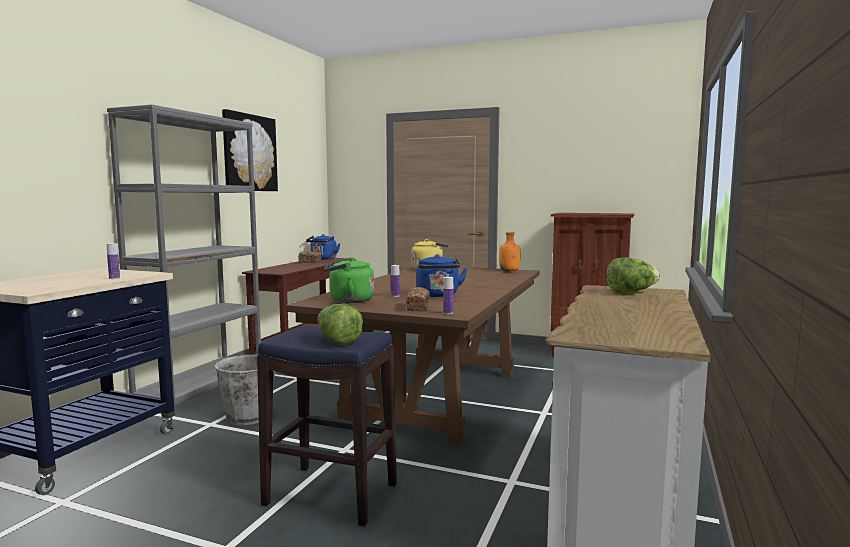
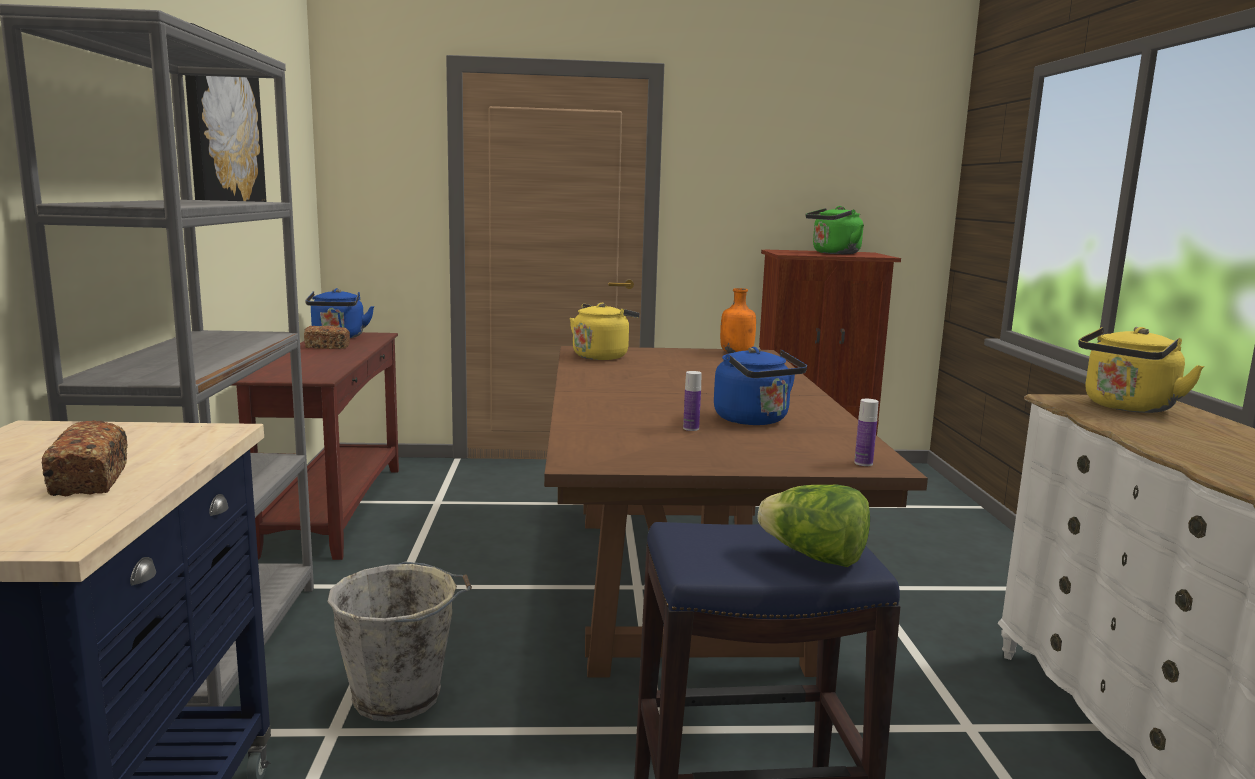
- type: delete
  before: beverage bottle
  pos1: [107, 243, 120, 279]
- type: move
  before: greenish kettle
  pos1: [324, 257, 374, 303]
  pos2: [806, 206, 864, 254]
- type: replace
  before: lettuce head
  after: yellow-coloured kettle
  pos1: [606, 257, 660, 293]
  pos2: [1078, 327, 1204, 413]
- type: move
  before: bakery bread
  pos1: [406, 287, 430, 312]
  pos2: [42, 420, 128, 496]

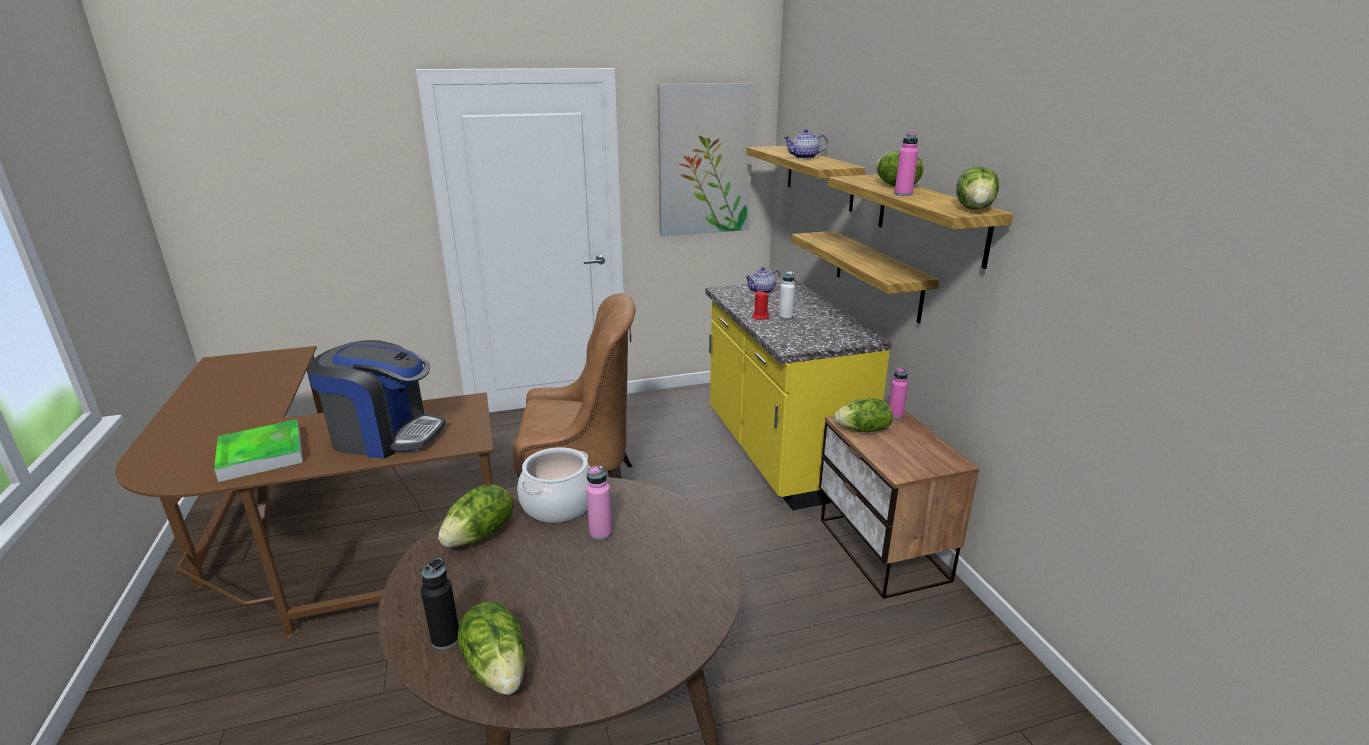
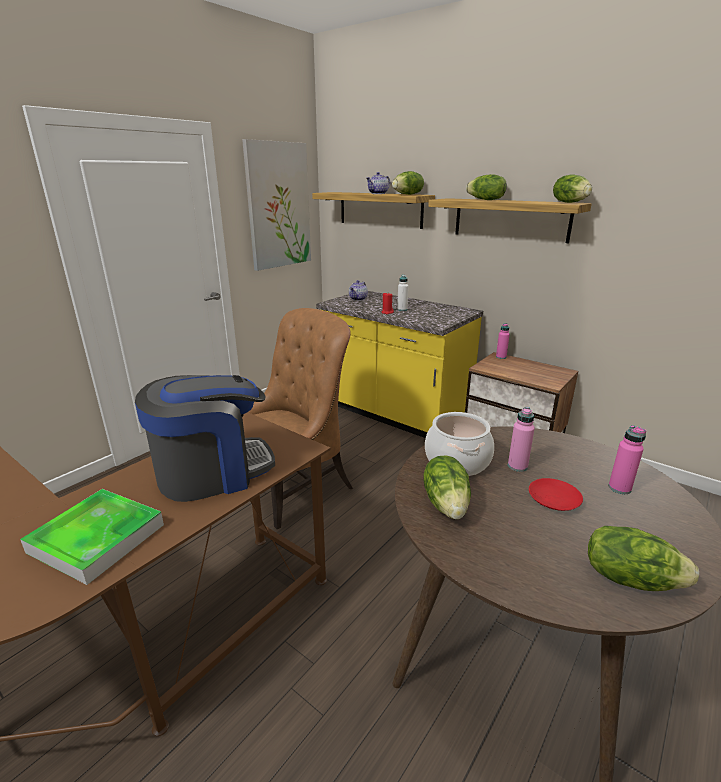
- type: move
  before: pinkish beverage bottle
  pos1: [894, 132, 918, 196]
  pos2: [609, 425, 646, 494]
- type: delete
  before: wall shelf
  pos1: [792, 231, 940, 323]
- type: move
  before: lettuce head
  pos1: [834, 398, 893, 432]
  pos2: [392, 171, 424, 195]
- type: delete
  before: black-coloured beverage bottle
  pos1: [421, 558, 459, 650]
- type: insert
  after: reddish flat dish
  pos2: [529, 478, 583, 511]

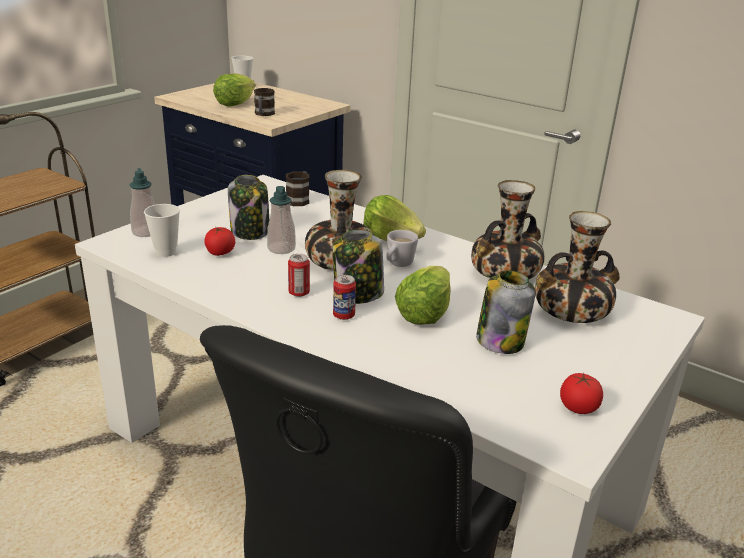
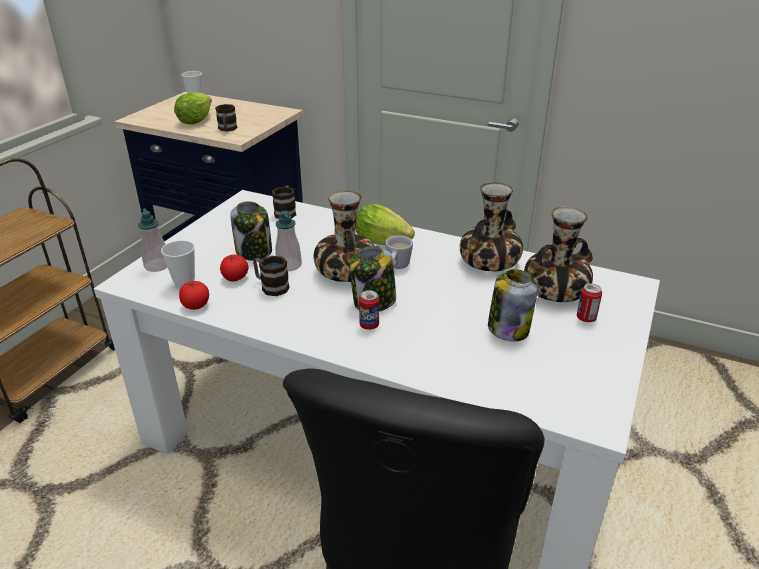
- type: move
  before: metal can
  pos1: [288, 254, 310, 297]
  pos2: [577, 283, 602, 322]
- type: delete
  before: lettuce head
  pos1: [395, 266, 451, 325]
- type: move
  before: tomato
  pos1: [560, 373, 603, 414]
  pos2: [179, 281, 209, 310]
- type: insert
  after: coffee mug
  pos2: [253, 256, 290, 296]

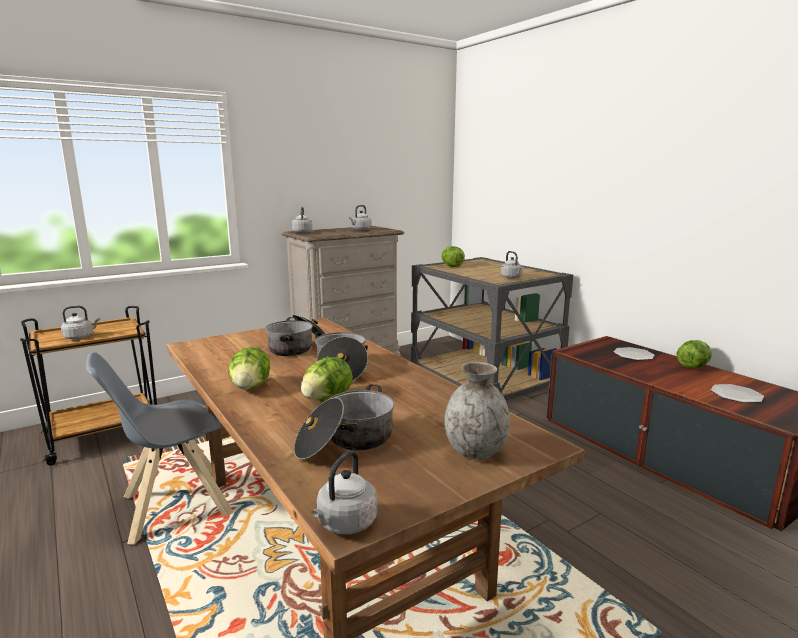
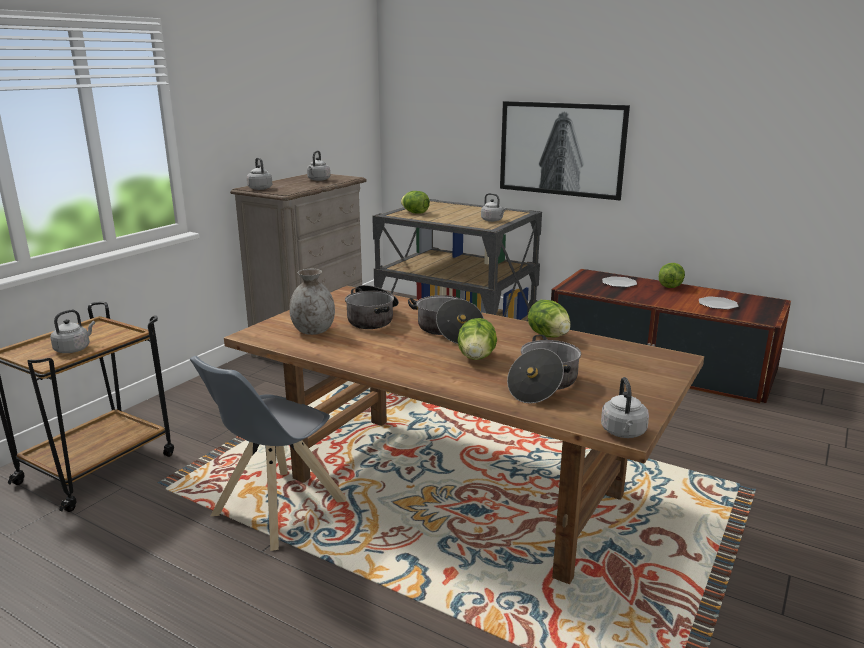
- type: move
  before: lettuce head
  pos1: [228, 347, 270, 390]
  pos2: [528, 300, 571, 337]
- type: move
  before: grey vase
  pos1: [444, 362, 510, 459]
  pos2: [289, 269, 335, 335]
- type: insert
  after: wall art
  pos2: [500, 101, 630, 200]

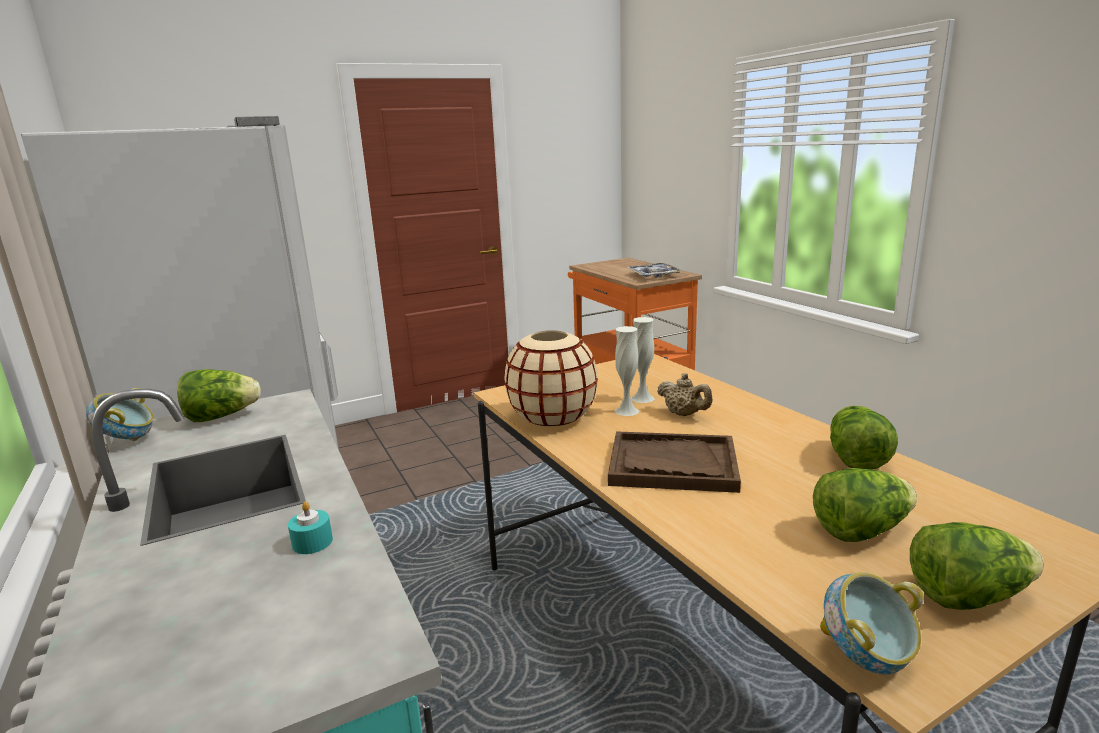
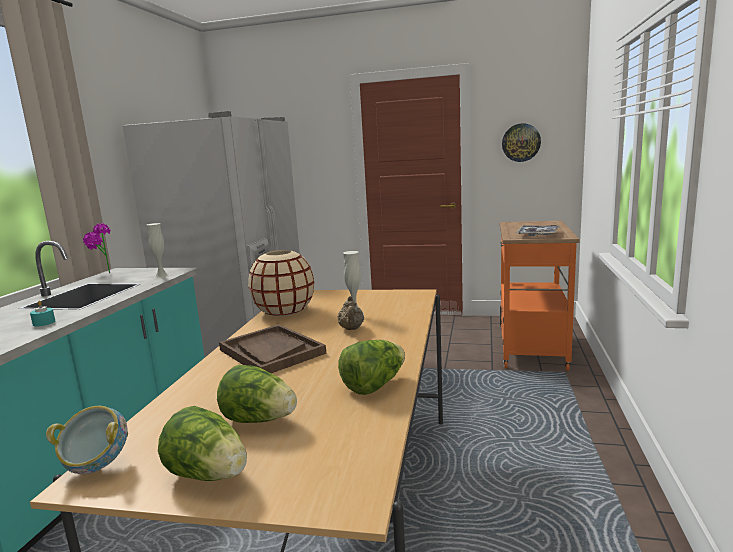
- type: move
  before: whitish vase
  pos1: [615, 326, 639, 416]
  pos2: [147, 223, 170, 279]
- type: delete
  before: lettuce head
  pos1: [178, 369, 261, 422]
- type: replace
  before: serving bowl
  after: potted plant
  pos1: [86, 388, 153, 441]
  pos2: [83, 223, 111, 273]
- type: insert
  after: wall clock
  pos2: [502, 123, 541, 162]

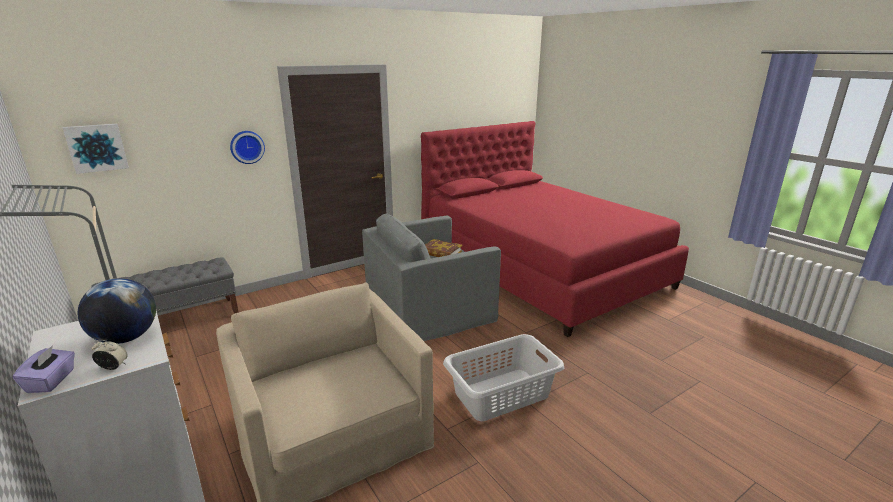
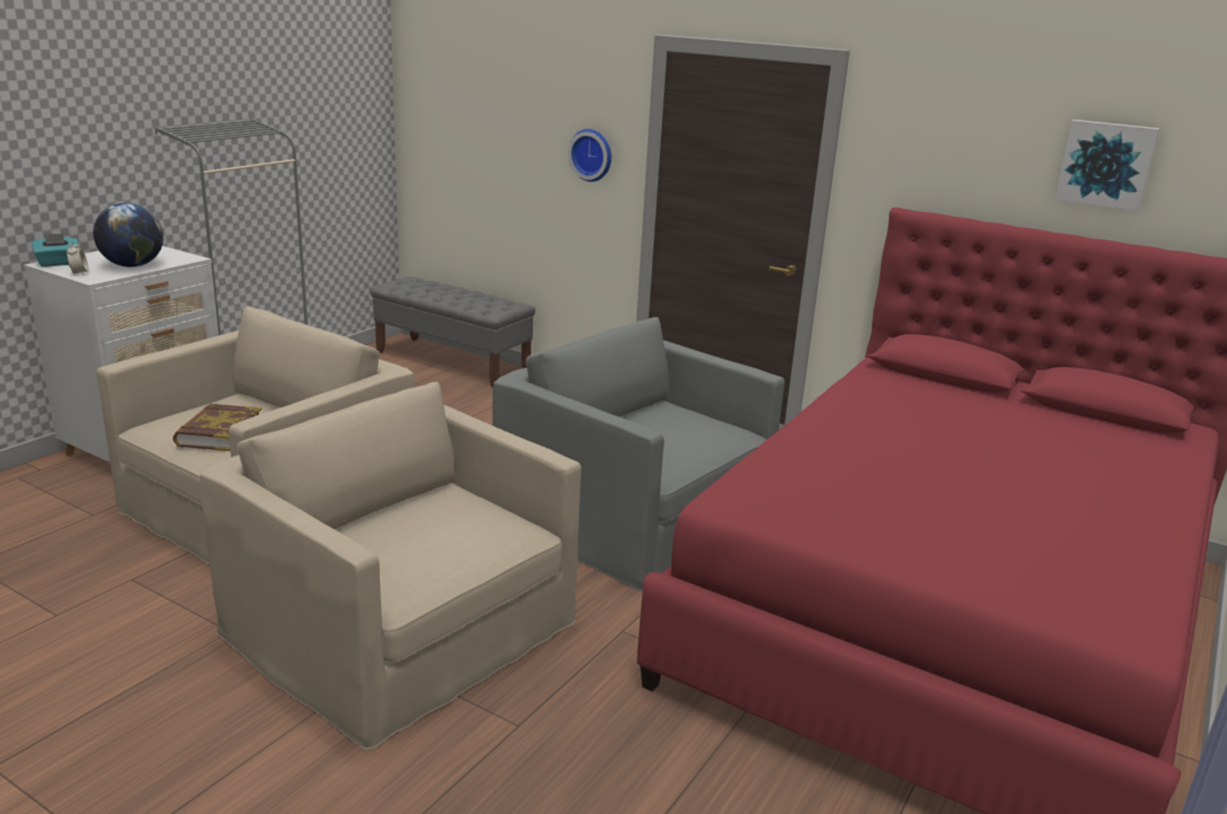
- type: move
  before: wall art
  pos1: [63, 124, 129, 174]
  pos2: [1055, 120, 1160, 211]
- type: move
  before: volume
  pos1: [425, 239, 462, 257]
  pos2: [173, 404, 262, 451]
- type: replace
  before: grey laundry basket
  after: sand-coloured armchair
  pos1: [443, 334, 564, 421]
  pos2: [200, 382, 581, 750]
- type: recolor
  before: purplish tissue holder
  after: blue-green tissue holder
  pos1: [13, 345, 75, 393]
  pos2: [32, 233, 78, 267]

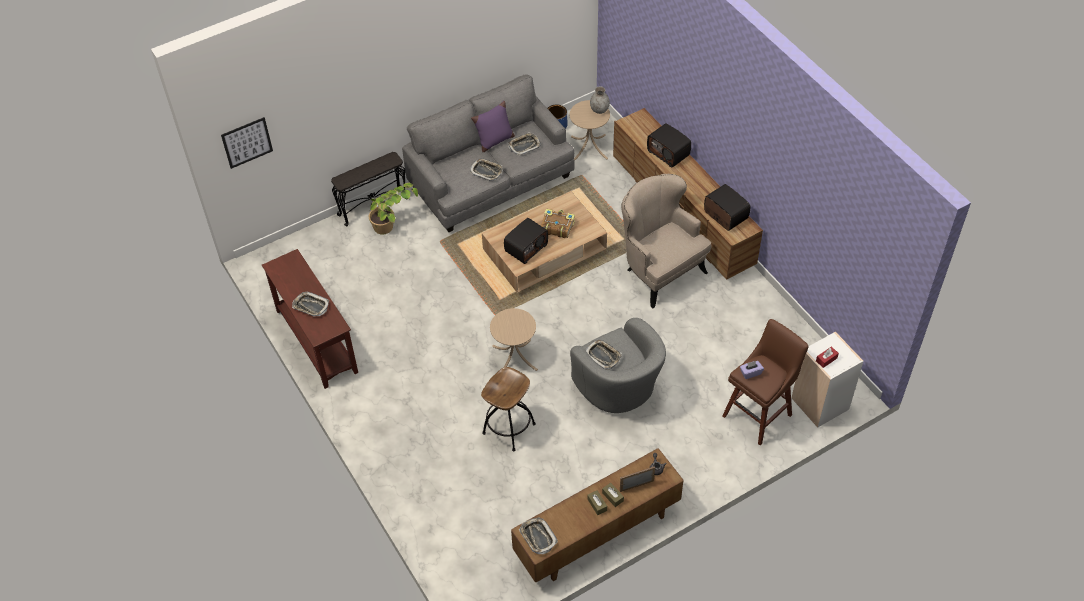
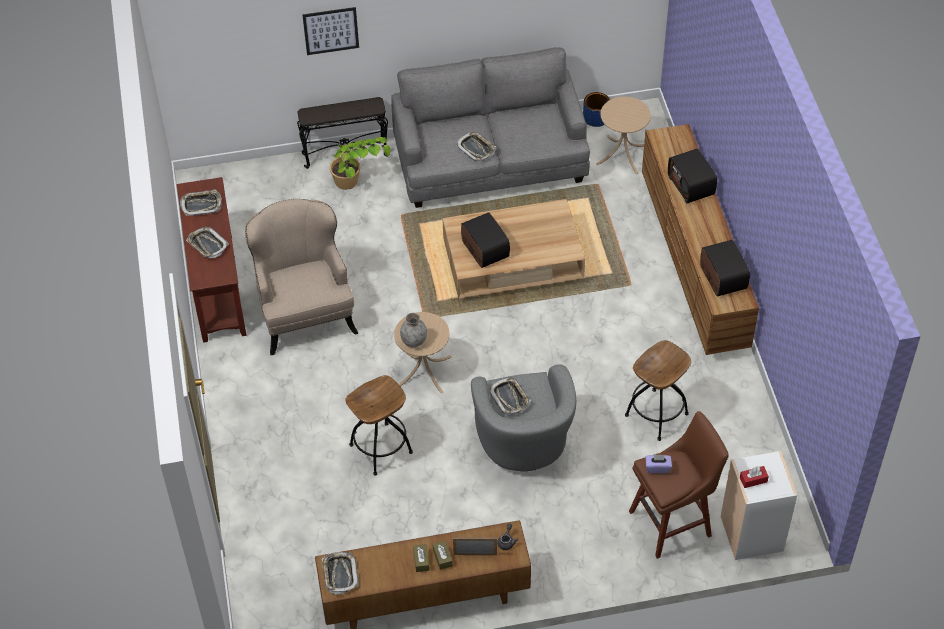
- type: move
  before: grey vase
  pos1: [590, 86, 610, 114]
  pos2: [400, 313, 427, 347]
- type: delete
  before: purplish cushion
  pos1: [471, 101, 515, 152]
- type: move
  before: wall art
  pos1: [221, 117, 273, 169]
  pos2: [302, 7, 359, 55]
- type: move
  before: tray
  pos1: [508, 132, 541, 155]
  pos2: [180, 190, 222, 216]
- type: move
  before: sand-coloured armchair
  pos1: [621, 174, 711, 309]
  pos2: [245, 199, 358, 355]
- type: delete
  before: volume
  pos1: [541, 209, 575, 238]
- type: rotate
  before: radio set
  pos1: [504, 218, 548, 264]
  pos2: [461, 212, 510, 268]
  turn: -90
- type: insert
  after: brownish stool seat
  pos2: [625, 340, 691, 441]

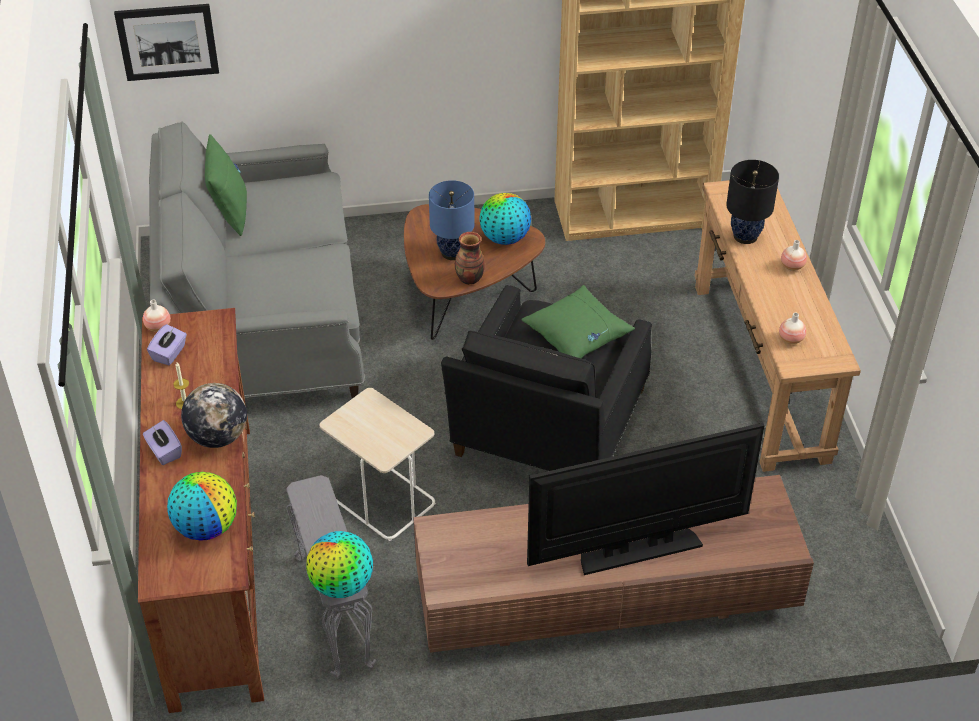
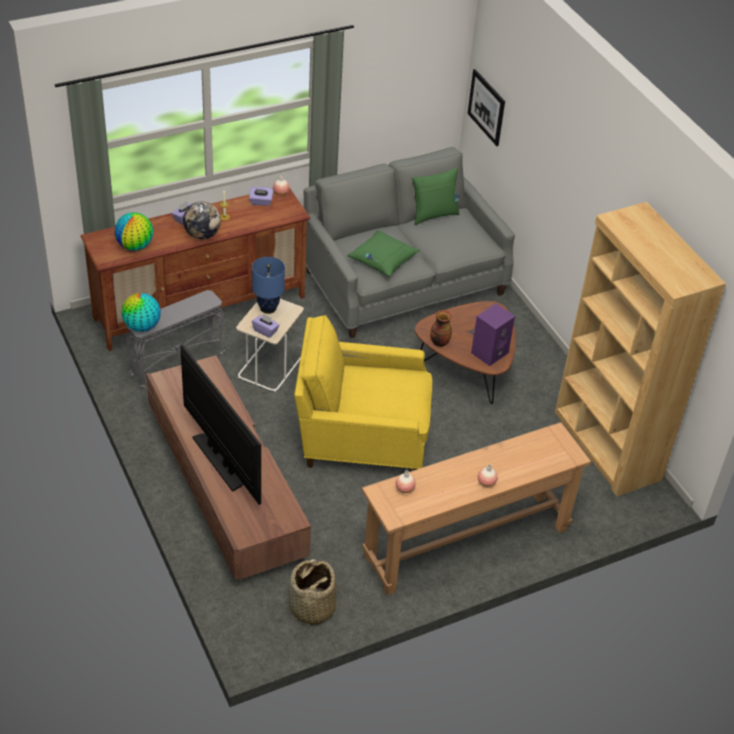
- type: delete
  before: black-coloured tabletop lamp
  pos1: [726, 160, 779, 244]
- type: move
  before: bluish tabletop lamp
  pos1: [429, 180, 475, 260]
  pos2: [252, 257, 285, 314]
- type: replace
  before: world globe
  after: purplish loudspeaker
  pos1: [479, 193, 531, 245]
  pos2: [471, 304, 515, 366]
- type: recolor
  before: black-coloured armchair
  after: yellow-coloured armchair
  pos1: [441, 285, 652, 471]
  pos2: [294, 315, 432, 471]
- type: move
  before: greenish cushion
  pos1: [521, 285, 635, 358]
  pos2: [347, 230, 420, 277]
- type: insert
  after: purplish tissue holder
  pos2: [252, 314, 280, 338]
- type: insert
  after: storage basket
  pos2: [288, 559, 337, 627]

